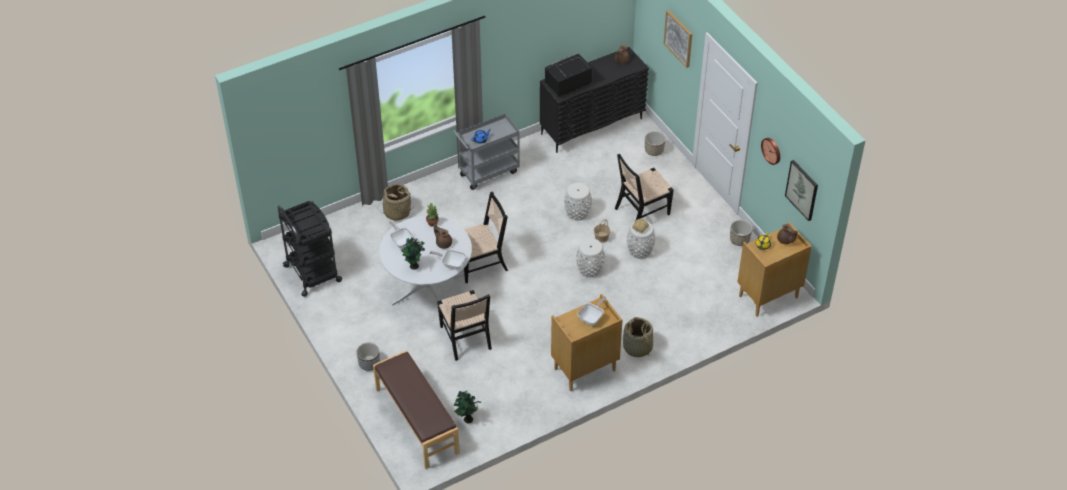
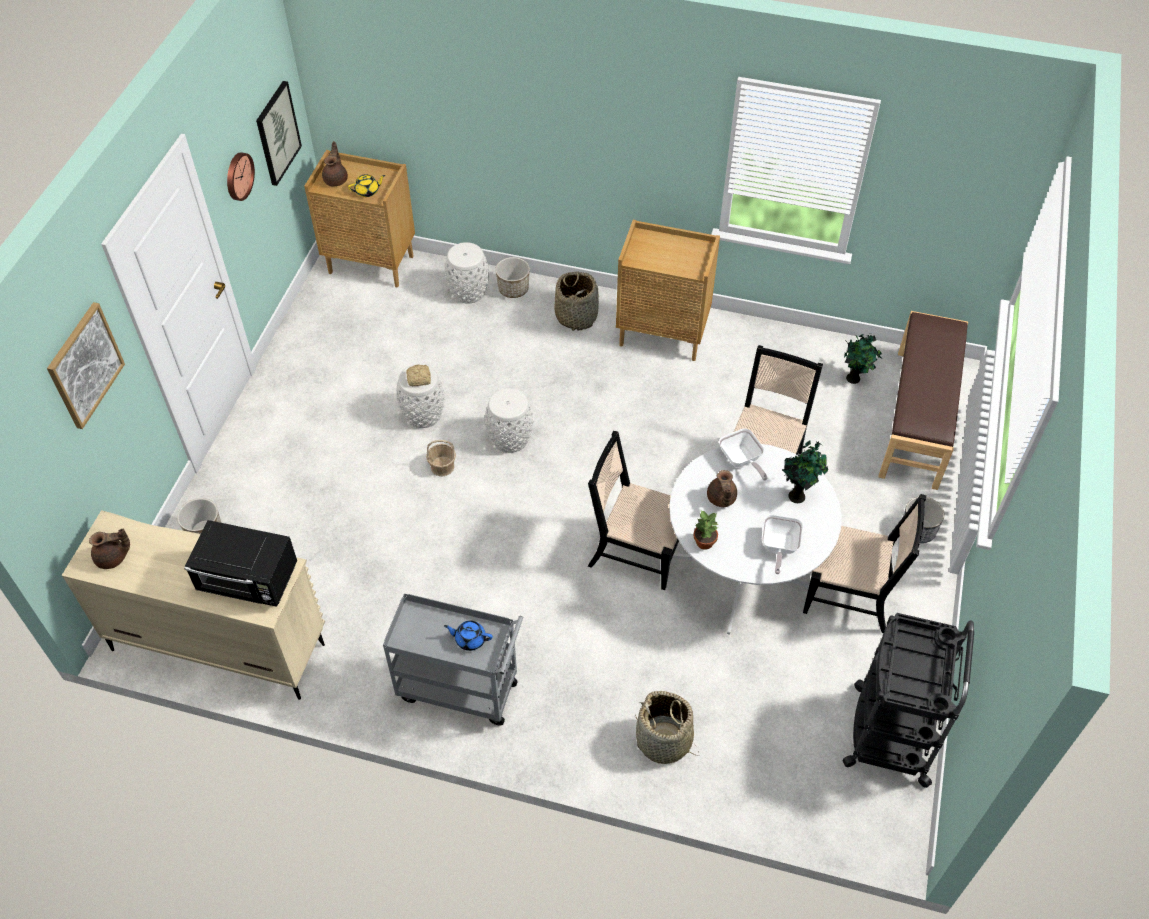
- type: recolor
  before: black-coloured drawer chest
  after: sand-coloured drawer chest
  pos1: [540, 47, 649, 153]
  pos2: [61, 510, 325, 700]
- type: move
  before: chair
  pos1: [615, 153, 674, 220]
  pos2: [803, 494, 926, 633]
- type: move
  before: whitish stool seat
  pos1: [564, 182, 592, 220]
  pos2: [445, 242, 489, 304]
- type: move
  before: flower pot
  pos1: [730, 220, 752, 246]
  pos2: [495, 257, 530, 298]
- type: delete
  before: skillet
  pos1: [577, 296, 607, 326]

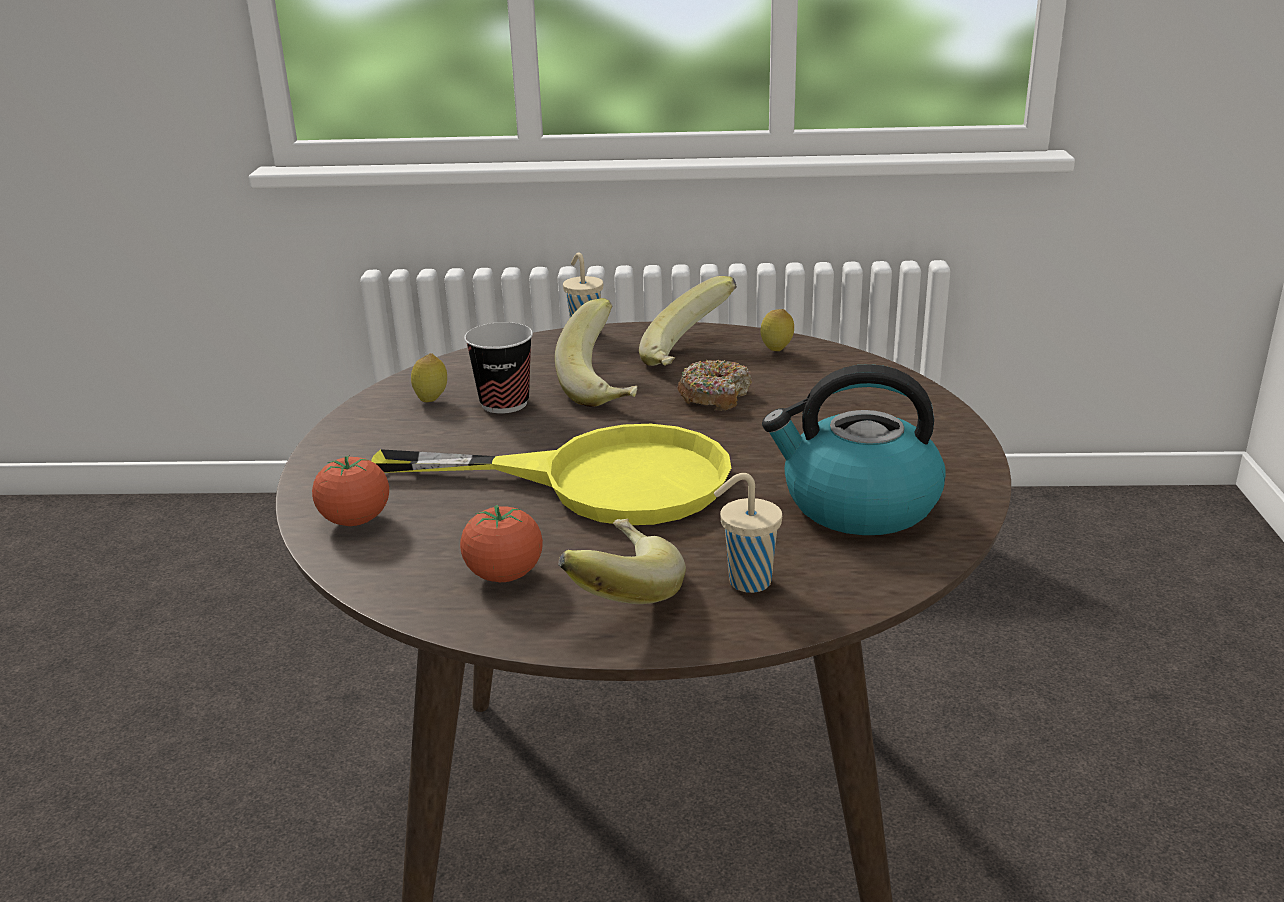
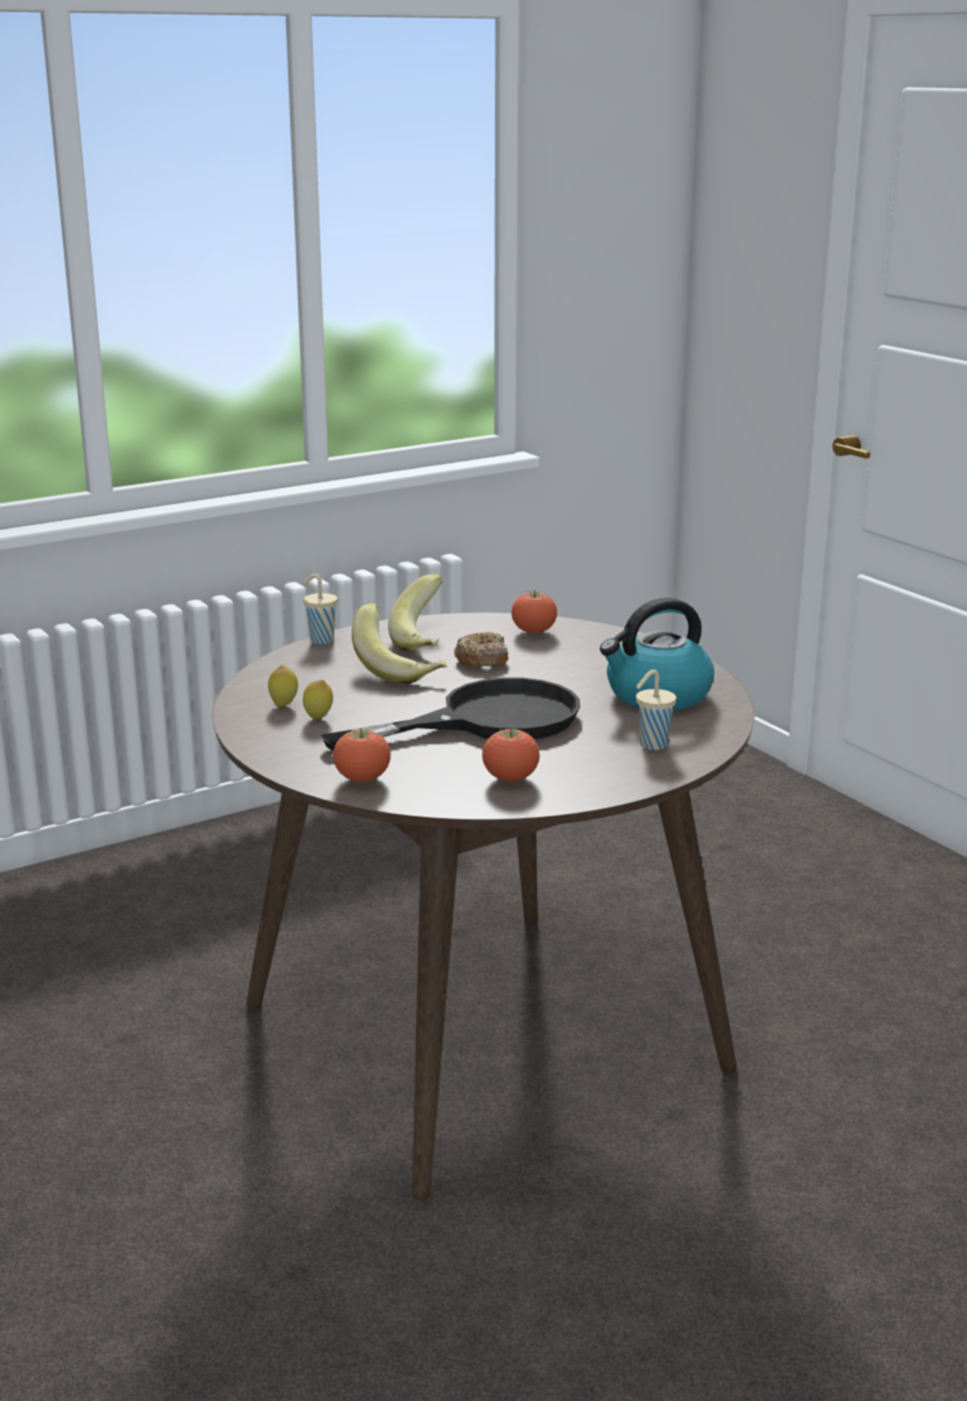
- type: move
  before: citrus fruit
  pos1: [761, 309, 794, 351]
  pos2: [303, 680, 333, 719]
- type: delete
  before: cup
  pos1: [464, 322, 533, 414]
- type: recolor
  before: yellow-coloured skillet
  after: black-coloured skillet
  pos1: [371, 424, 731, 525]
  pos2: [321, 677, 580, 751]
- type: delete
  before: banana
  pos1: [558, 519, 686, 604]
- type: insert
  after: tomato
  pos2: [511, 590, 557, 633]

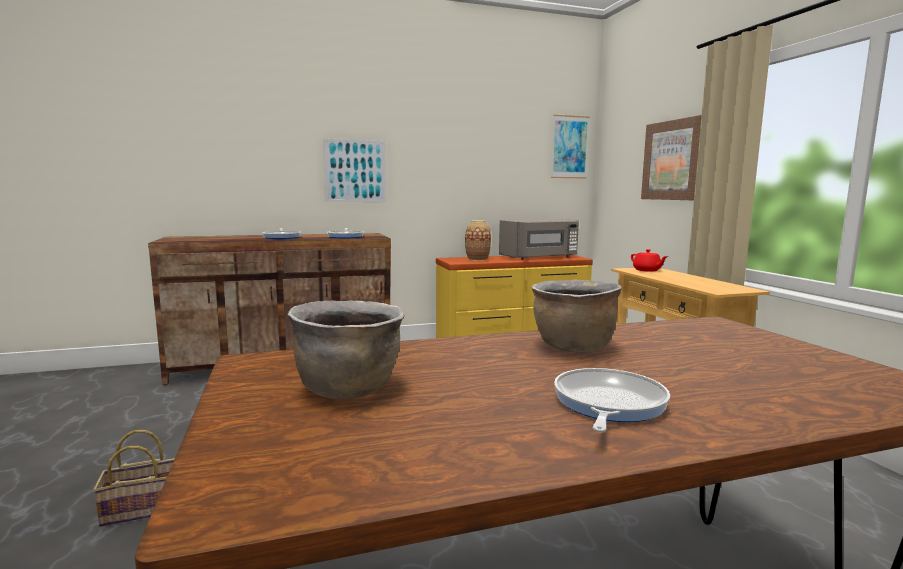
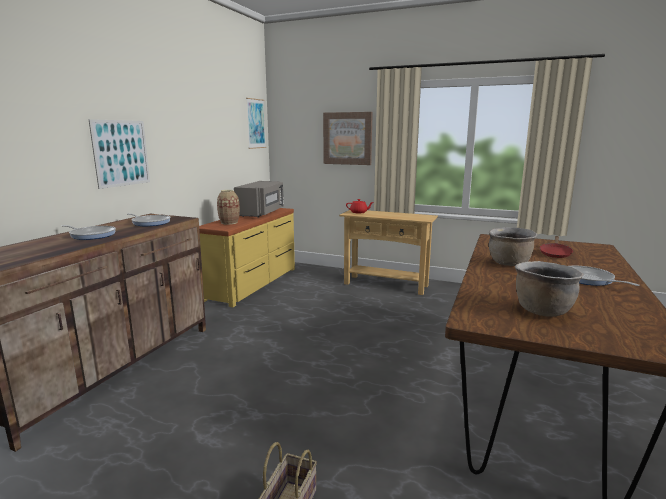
- type: insert
  after: reddish skillet
  pos2: [539, 236, 573, 258]

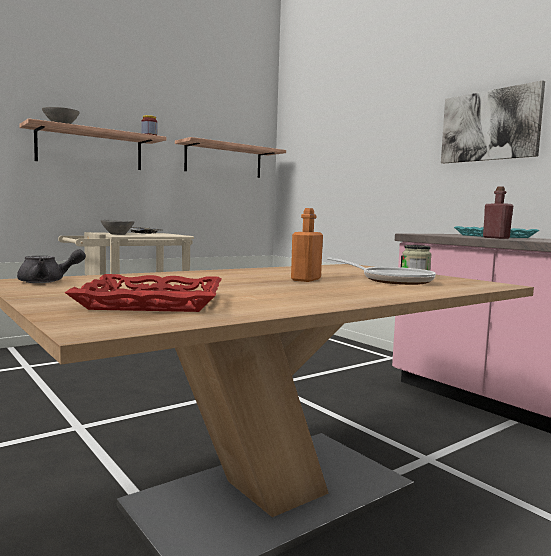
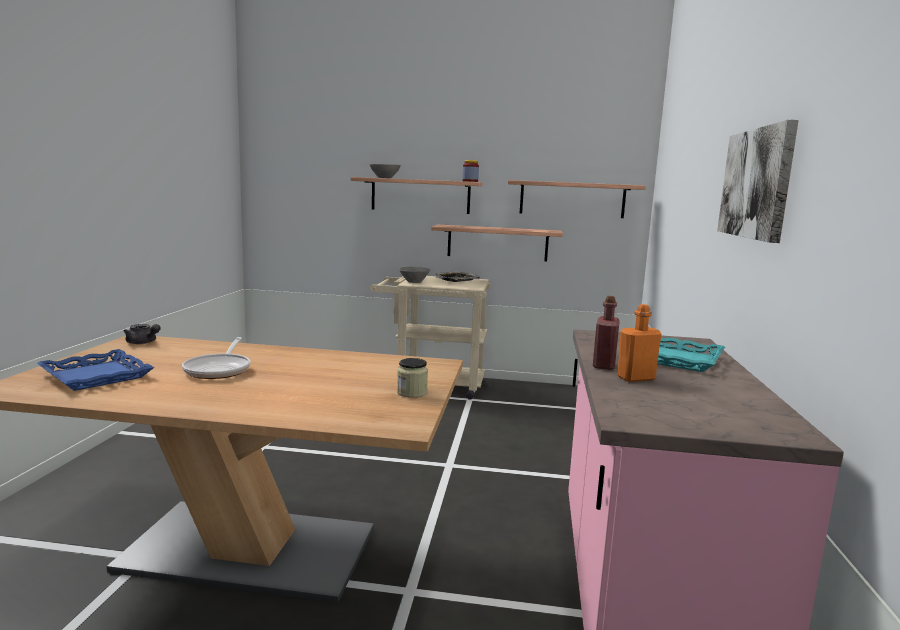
- type: move
  before: orange-coloured beverage bottle
  pos1: [291, 208, 323, 282]
  pos2: [617, 304, 662, 382]
- type: move
  before: skillet
  pos1: [327, 257, 436, 285]
  pos2: [182, 337, 251, 379]
- type: recolor
  before: reddish tray
  after: bluish tray
  pos1: [65, 274, 222, 312]
  pos2: [37, 349, 154, 391]
- type: insert
  after: wall shelf
  pos2: [431, 225, 563, 262]

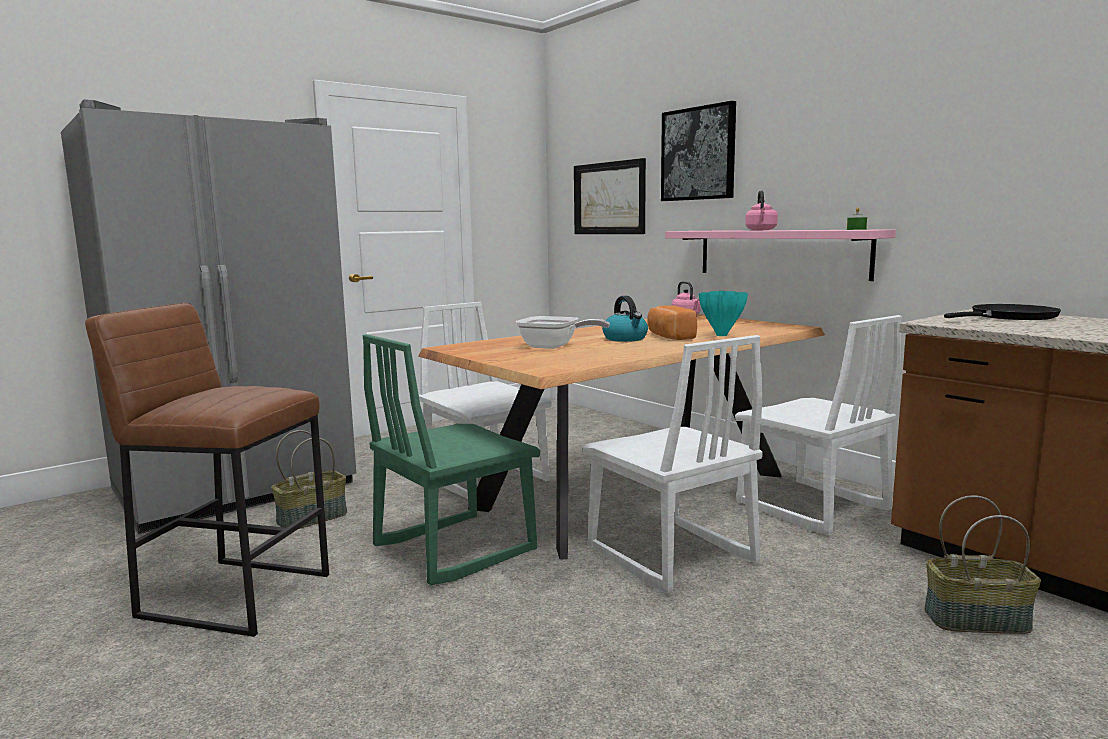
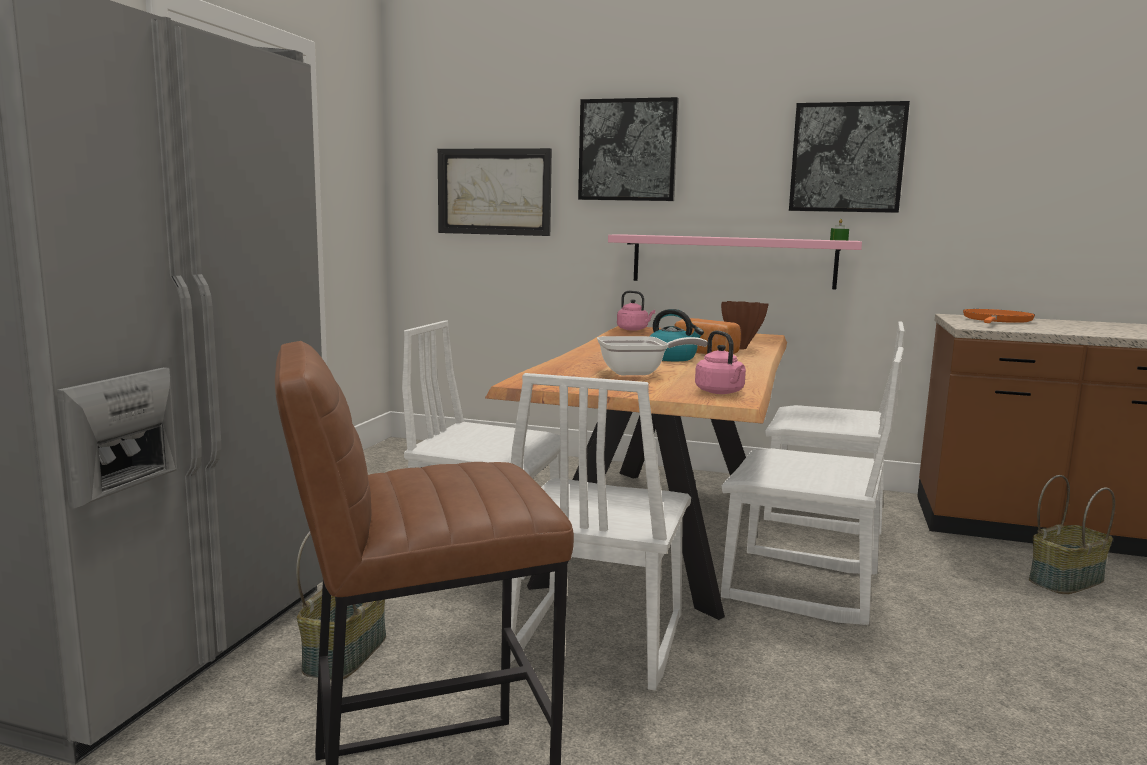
- type: move
  before: pinkish kettle
  pos1: [745, 190, 778, 230]
  pos2: [695, 331, 746, 394]
- type: recolor
  before: blue-green vase
  after: brownish vase
  pos1: [699, 291, 748, 336]
  pos2: [721, 301, 769, 349]
- type: recolor
  before: black-coloured skillet
  after: orange-coloured skillet
  pos1: [944, 304, 1061, 320]
  pos2: [963, 309, 1035, 323]
- type: recolor
  before: greenish chair
  after: whitish chair
  pos1: [363, 334, 540, 585]
  pos2: [510, 373, 691, 691]
- type: insert
  after: wall art
  pos2: [789, 101, 910, 213]

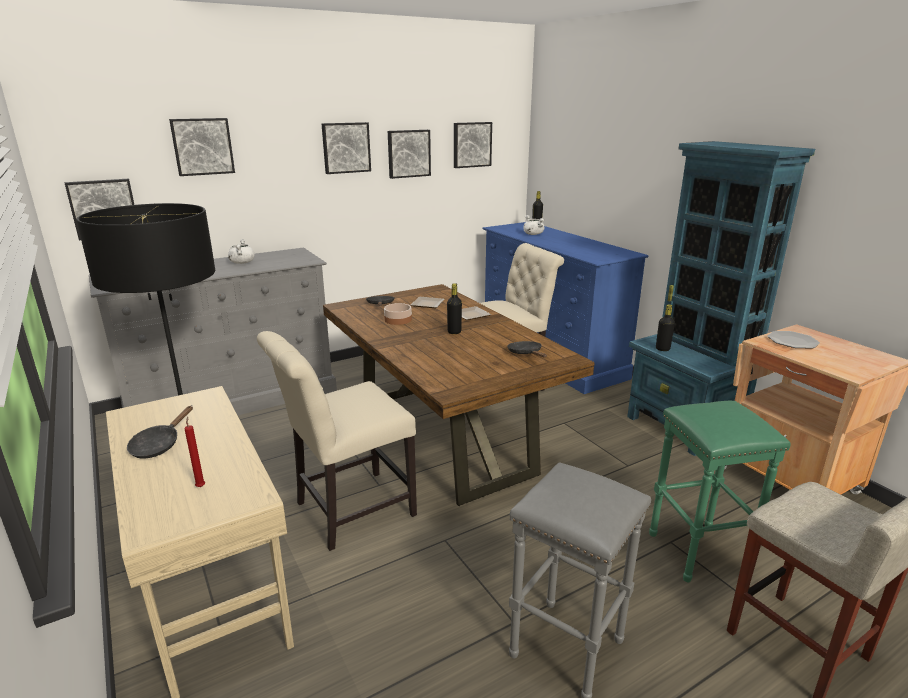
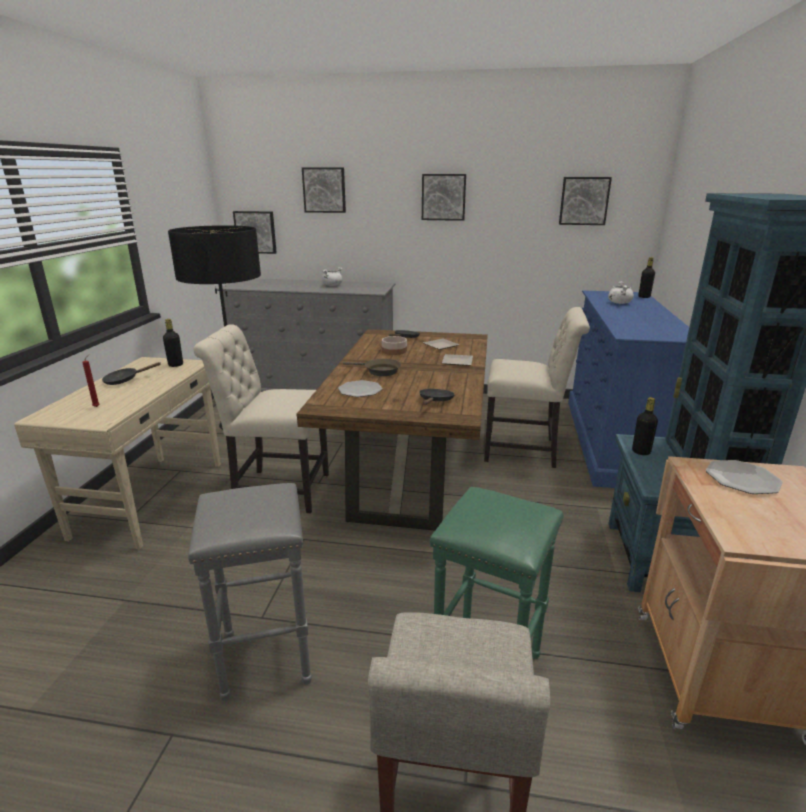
- type: delete
  before: wall art
  pos1: [388, 130, 431, 179]
- type: move
  before: black-coloured beverage bottle
  pos1: [447, 283, 462, 334]
  pos2: [163, 319, 183, 367]
- type: insert
  after: brownish skillet
  pos2: [343, 359, 401, 376]
- type: insert
  after: flat dish
  pos2: [338, 380, 383, 397]

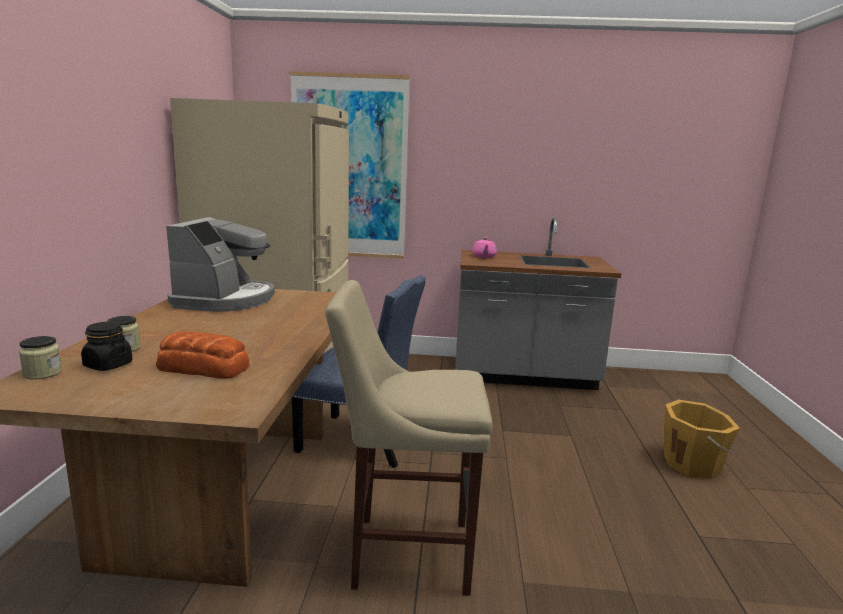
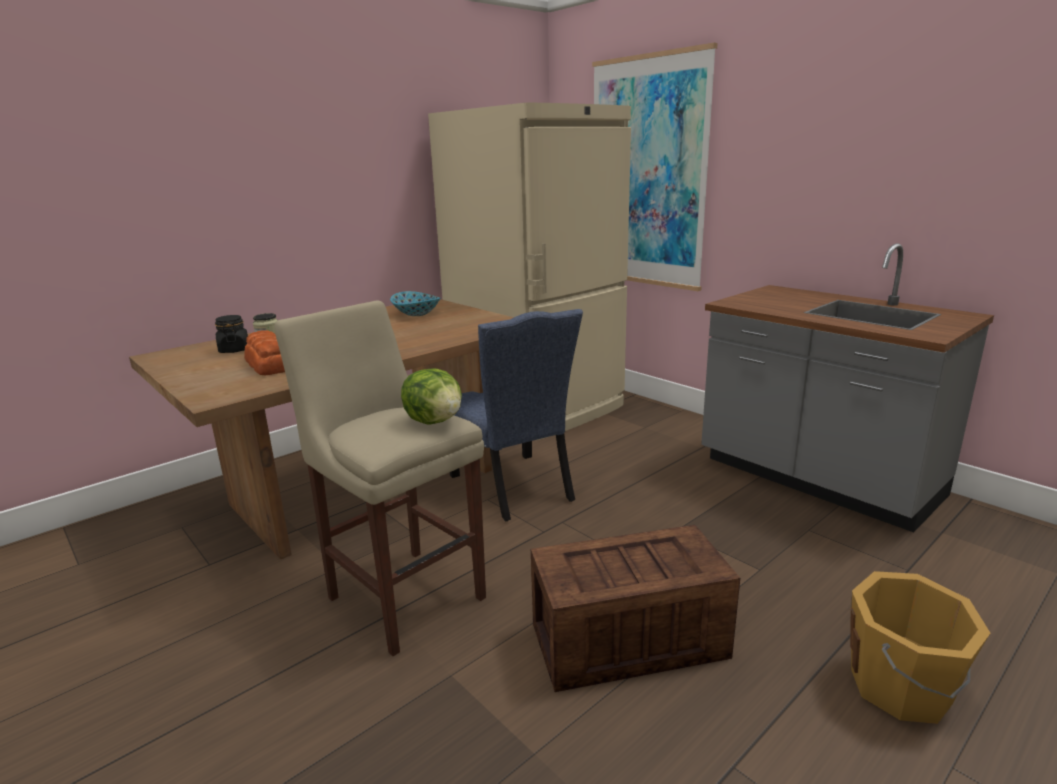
- type: replace
  before: coffee maker
  after: serving bowl
  pos1: [166, 217, 275, 312]
  pos2: [390, 291, 440, 316]
- type: delete
  before: pinkish pot for tea
  pos1: [472, 237, 497, 258]
- type: delete
  before: preserve jar
  pos1: [19, 336, 62, 379]
- type: insert
  after: lettuce head
  pos2: [401, 368, 462, 425]
- type: insert
  after: shipping crate
  pos2: [531, 525, 740, 692]

